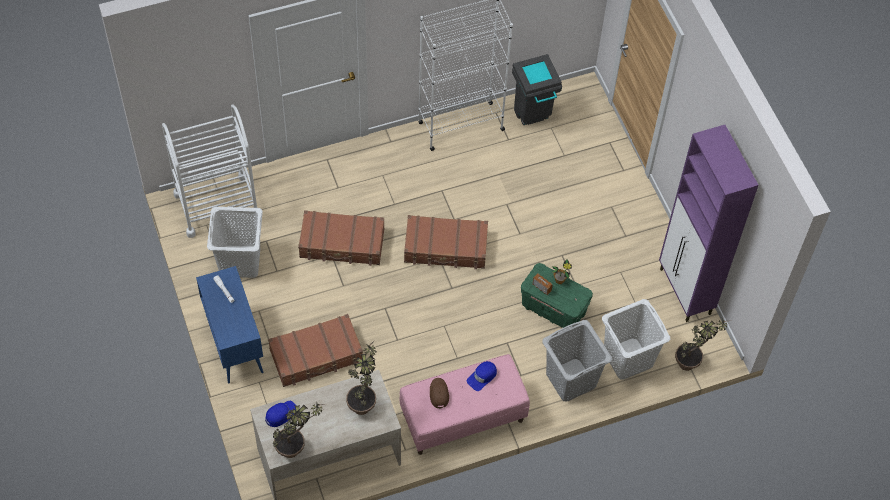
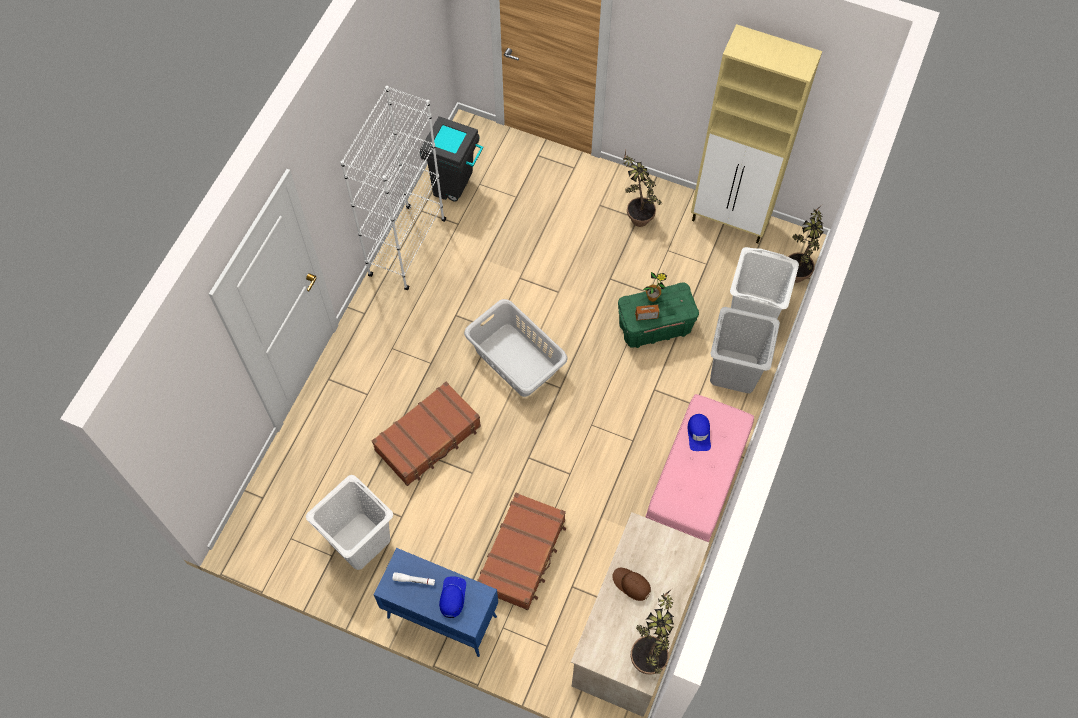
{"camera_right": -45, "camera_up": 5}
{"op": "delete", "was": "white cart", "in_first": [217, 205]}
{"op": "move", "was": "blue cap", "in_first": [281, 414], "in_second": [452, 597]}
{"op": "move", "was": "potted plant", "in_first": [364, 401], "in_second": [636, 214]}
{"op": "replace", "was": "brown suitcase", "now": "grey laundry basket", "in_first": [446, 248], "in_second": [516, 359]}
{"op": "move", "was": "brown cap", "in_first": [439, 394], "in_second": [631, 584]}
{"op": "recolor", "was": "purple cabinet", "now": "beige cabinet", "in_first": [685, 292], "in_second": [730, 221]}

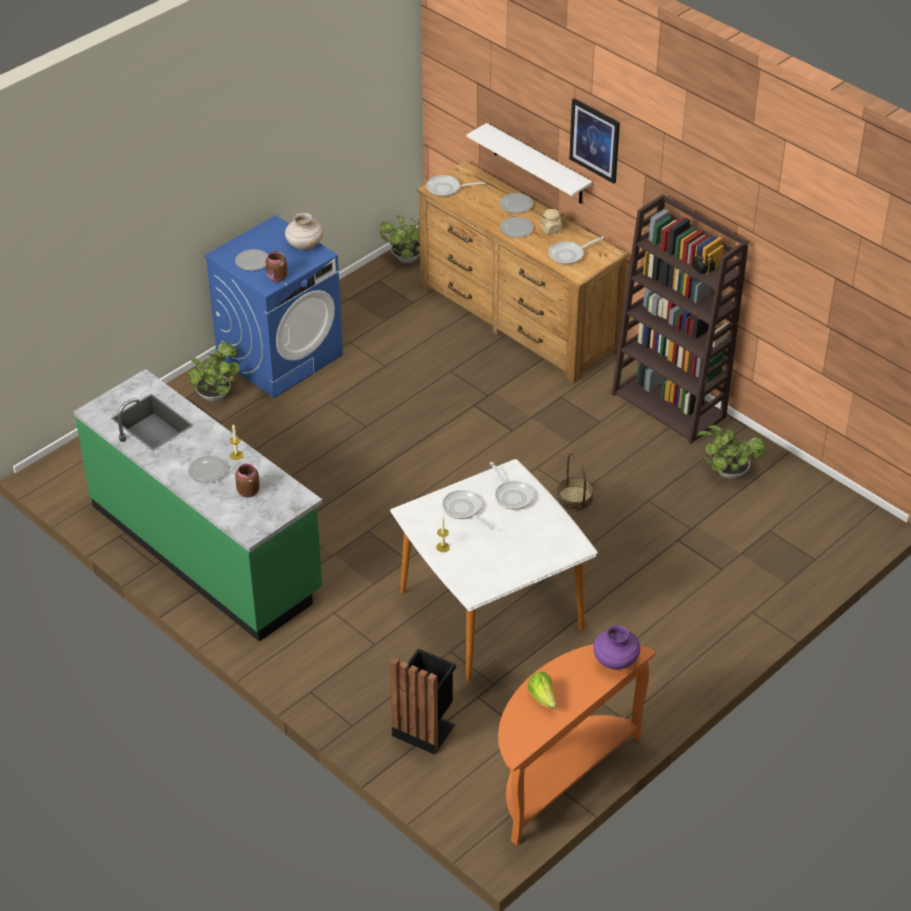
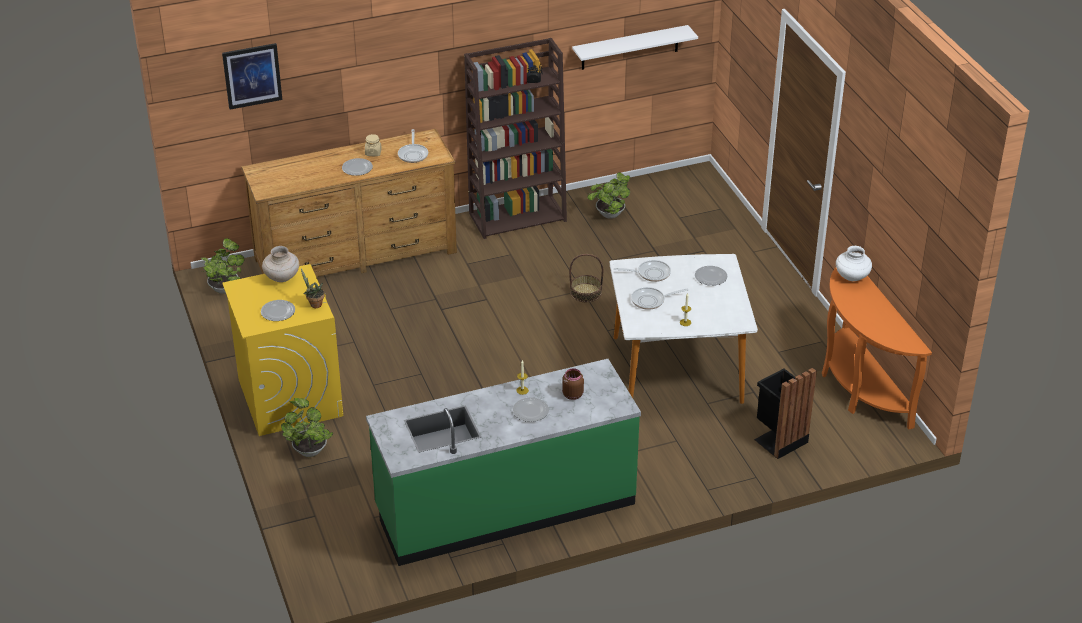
{"camera_right": -65, "camera_up": -5}
{"op": "recolor", "was": "blue washing machine", "now": "yellow washing machine", "in_first": [280, 356], "in_second": [289, 397]}
{"op": "replace", "was": "brown jar", "now": "potted plant", "in_first": [277, 278], "in_second": [314, 304]}
{"op": "delete", "was": "frying pan", "in_first": [446, 189]}
{"op": "move", "was": "white shelf", "in_first": [538, 165], "in_second": [630, 47]}
{"op": "move", "was": "plate", "in_first": [516, 204], "in_second": [710, 277]}
{"op": "delete", "was": "lettuce", "in_first": [543, 698]}
{"op": "move", "was": "picture", "in_first": [595, 140], "in_second": [252, 75]}
{"op": "recolor", "was": "purple vase", "now": "white vase", "in_first": [615, 661], "in_second": [852, 277]}

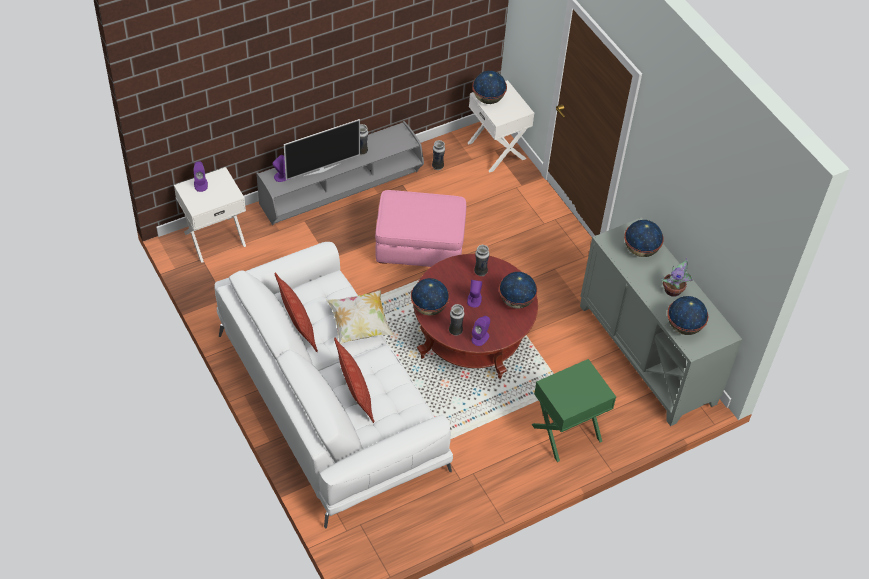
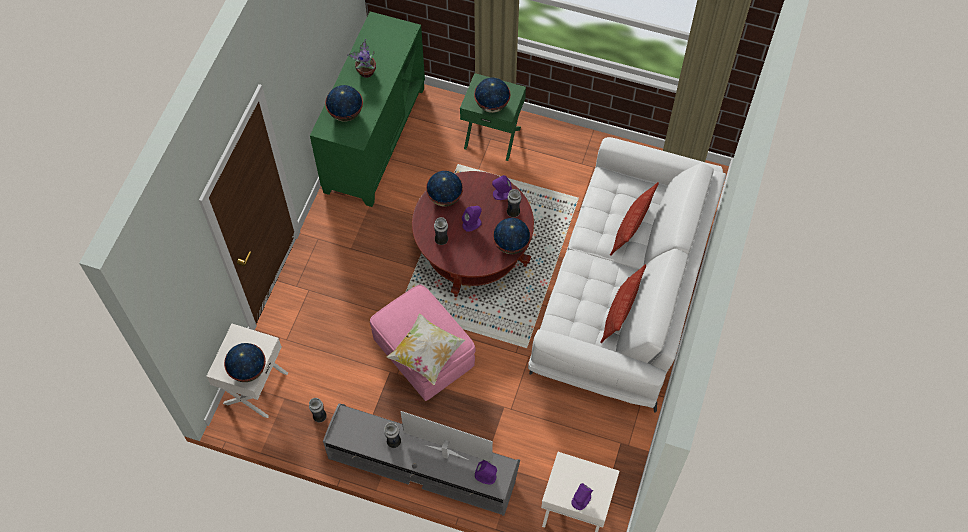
{"camera_right": -130, "camera_up": 10}
{"op": "move", "was": "pillow", "in_first": [359, 325], "in_second": [426, 354]}
{"op": "recolor", "was": "grey cabinet", "now": "green cabinet", "in_first": [647, 354], "in_second": [374, 139]}
{"op": "move", "was": "globe", "in_first": [684, 327], "in_second": [491, 105]}

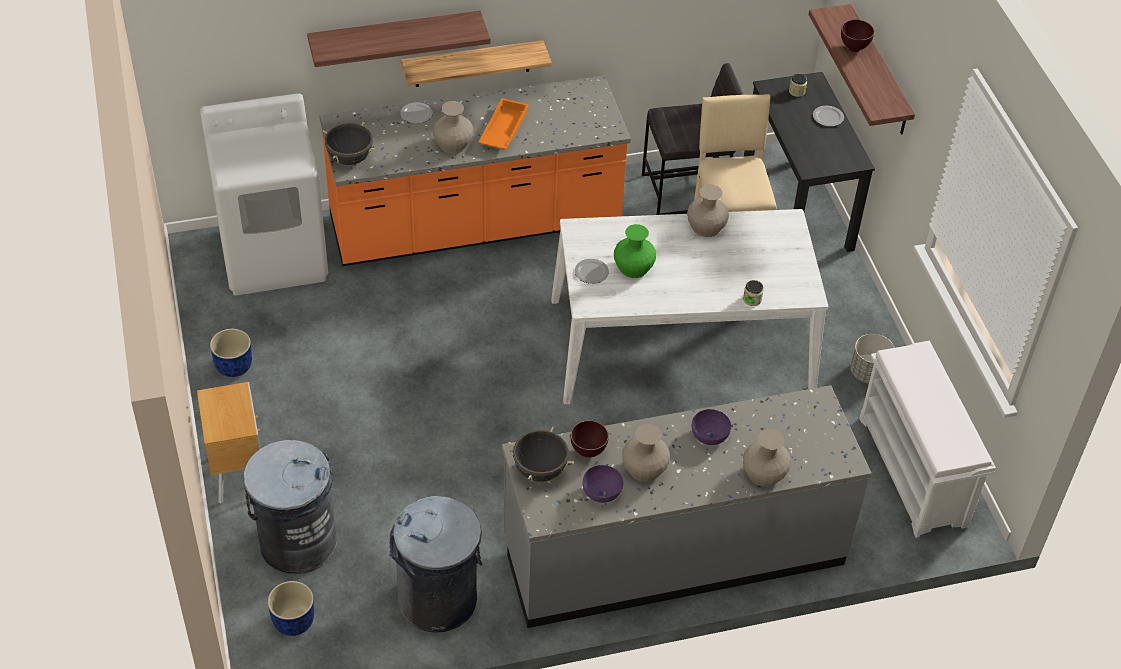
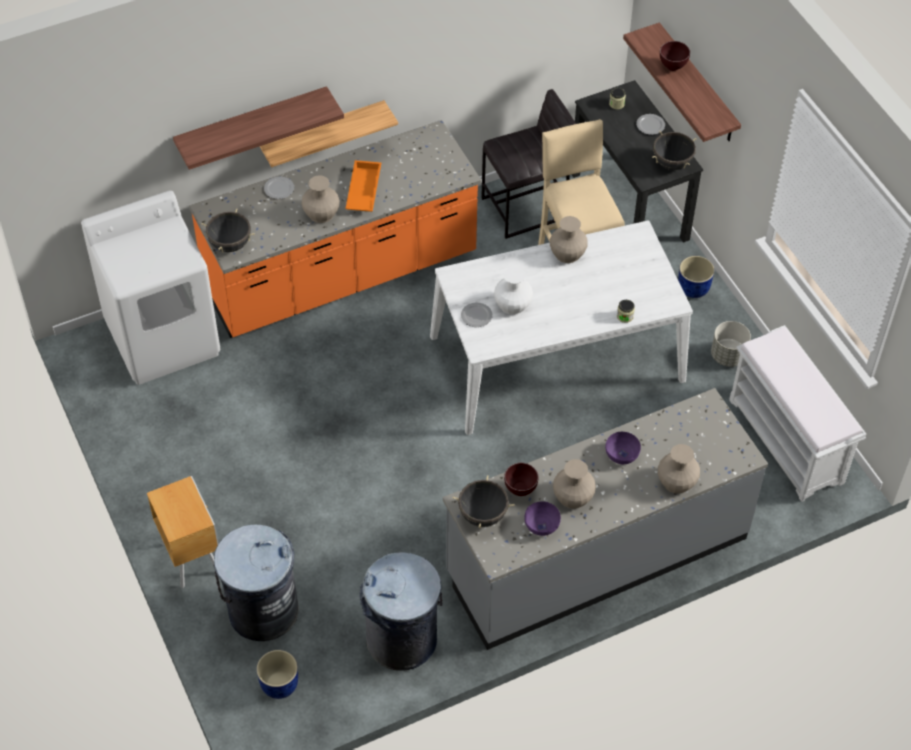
{"camera_right": -10, "camera_up": 5}
{"op": "move", "was": "blue planter", "in_first": [233, 366], "in_second": [693, 288]}
{"op": "recolor", "was": "green vase", "now": "white vase", "in_first": [633, 267], "in_second": [512, 304]}
{"op": "insert", "now": "black cooking pot", "in_second": [672, 163]}

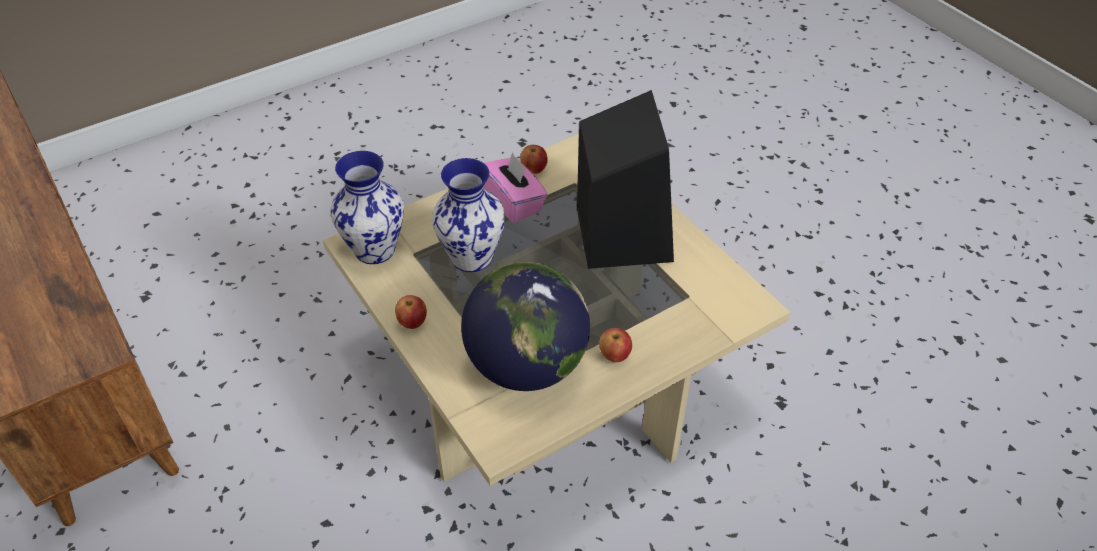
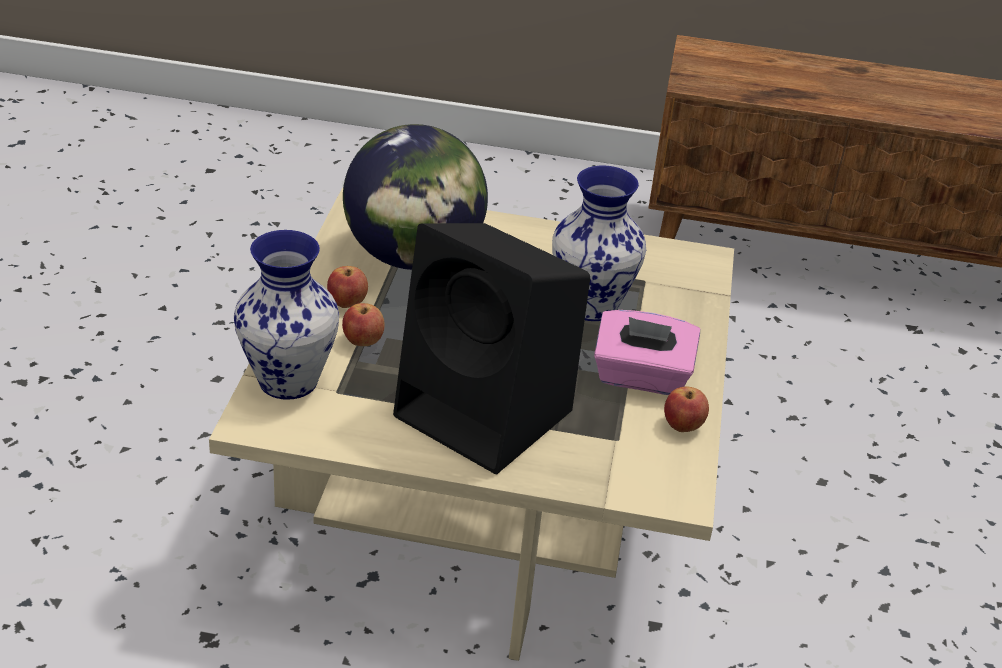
{"camera_right": 130, "camera_up": -10}
{"op": "move", "was": "vase", "in_first": [375, 249], "in_second": [288, 382]}
{"op": "move", "was": "apple", "in_first": [412, 322], "in_second": [363, 341]}

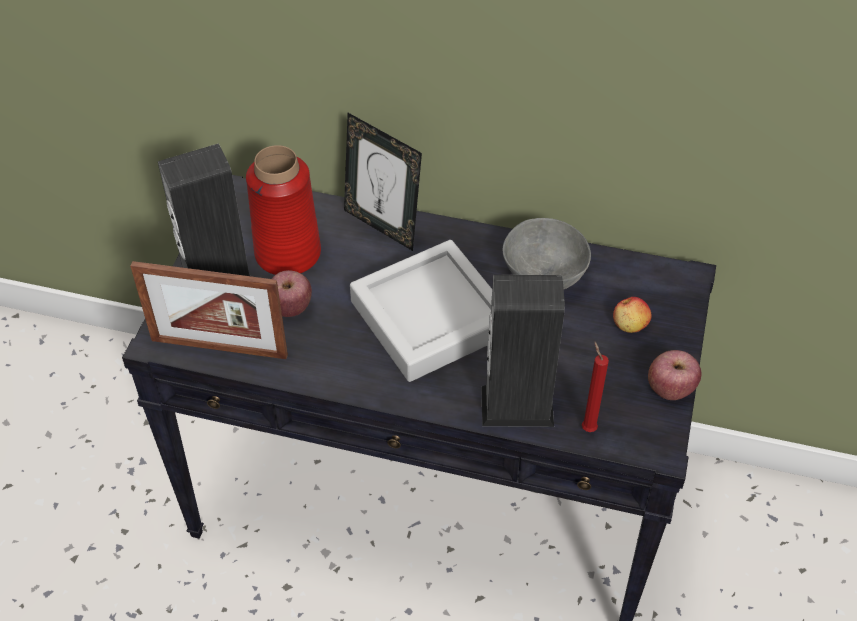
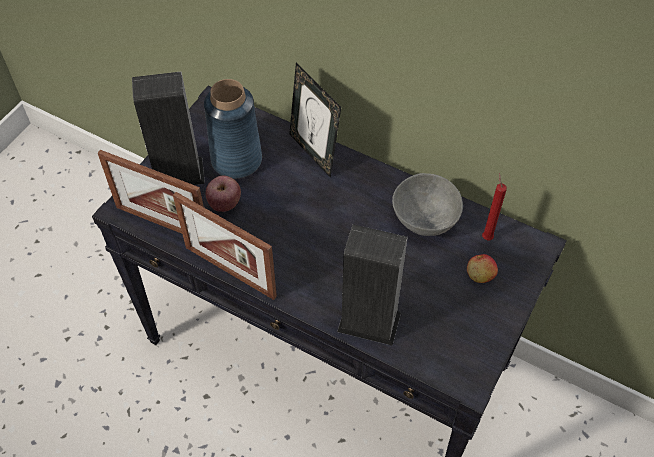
{"camera_right": 15, "camera_up": 5}
{"op": "recolor", "was": "red vase", "now": "blue vase", "in_first": [288, 253], "in_second": [237, 160]}
{"op": "delete", "was": "grey tray", "in_first": [430, 317]}
{"op": "move", "was": "red candle", "in_first": [587, 427], "in_second": [486, 236]}
{"op": "delete", "was": "apple", "in_first": [670, 388]}
{"op": "insert", "now": "picture frame", "in_second": [230, 271]}

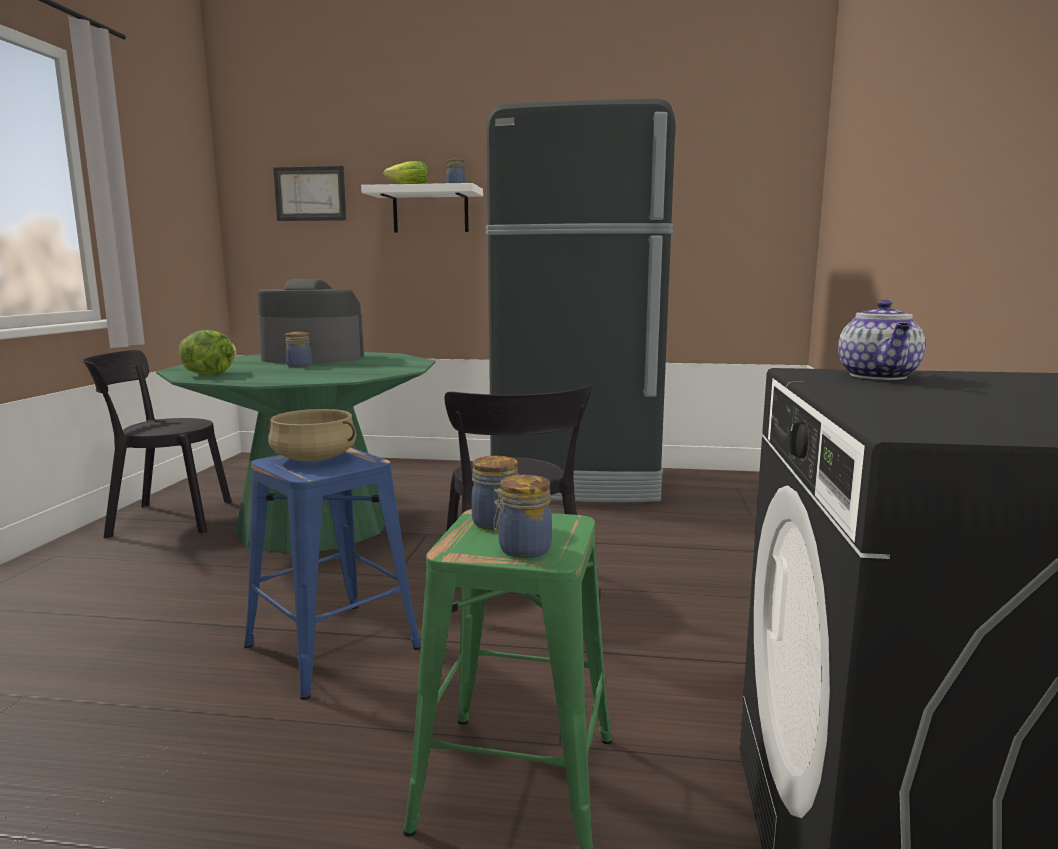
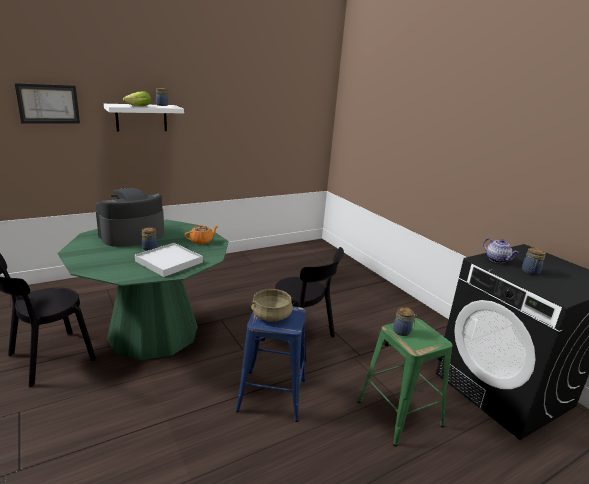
{"camera_right": -40, "camera_up": 10}
{"op": "delete", "was": "lettuce", "in_first": [209, 374]}
{"op": "delete", "was": "black fridge", "in_first": [579, 482]}
{"op": "move", "was": "jar", "in_first": [522, 550], "in_second": [530, 272]}
{"op": "insert", "now": "white tray", "in_second": [169, 261]}
{"op": "insert", "now": "orange teapot", "in_second": [201, 241]}

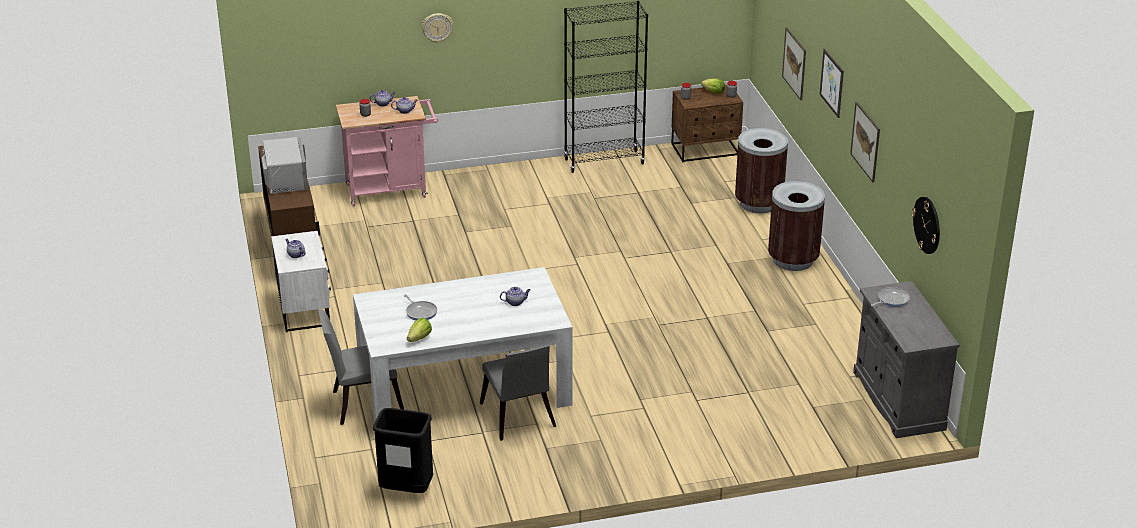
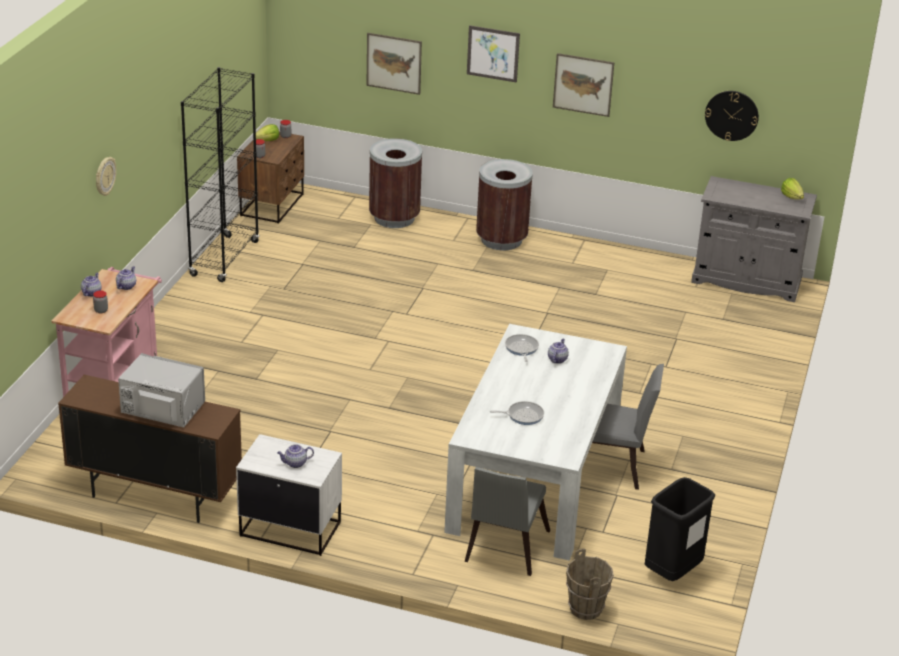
{"camera_right": -60, "camera_up": 0}
{"op": "move", "was": "lettuce", "in_first": [419, 338], "in_second": [791, 197]}
{"op": "move", "was": "frying pan", "in_first": [891, 300], "in_second": [521, 348]}
{"op": "insert", "now": "brown bucket", "in_second": [586, 609]}

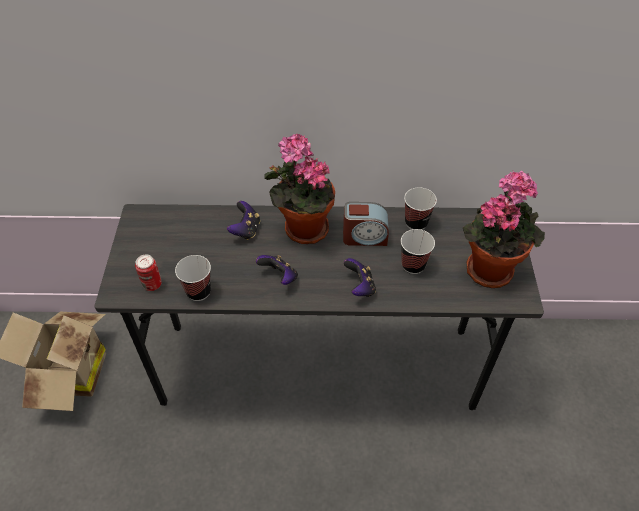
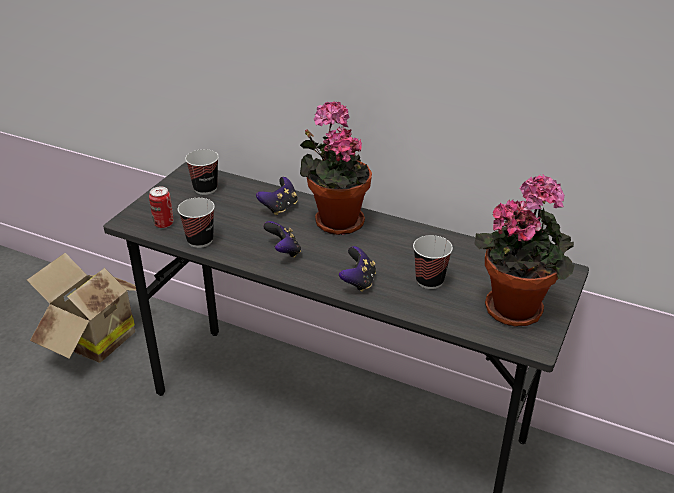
{"camera_right": 25, "camera_up": -15}
{"op": "delete", "was": "alarm clock", "in_first": [364, 236]}
{"op": "move", "was": "cup", "in_first": [416, 222], "in_second": [205, 188]}

